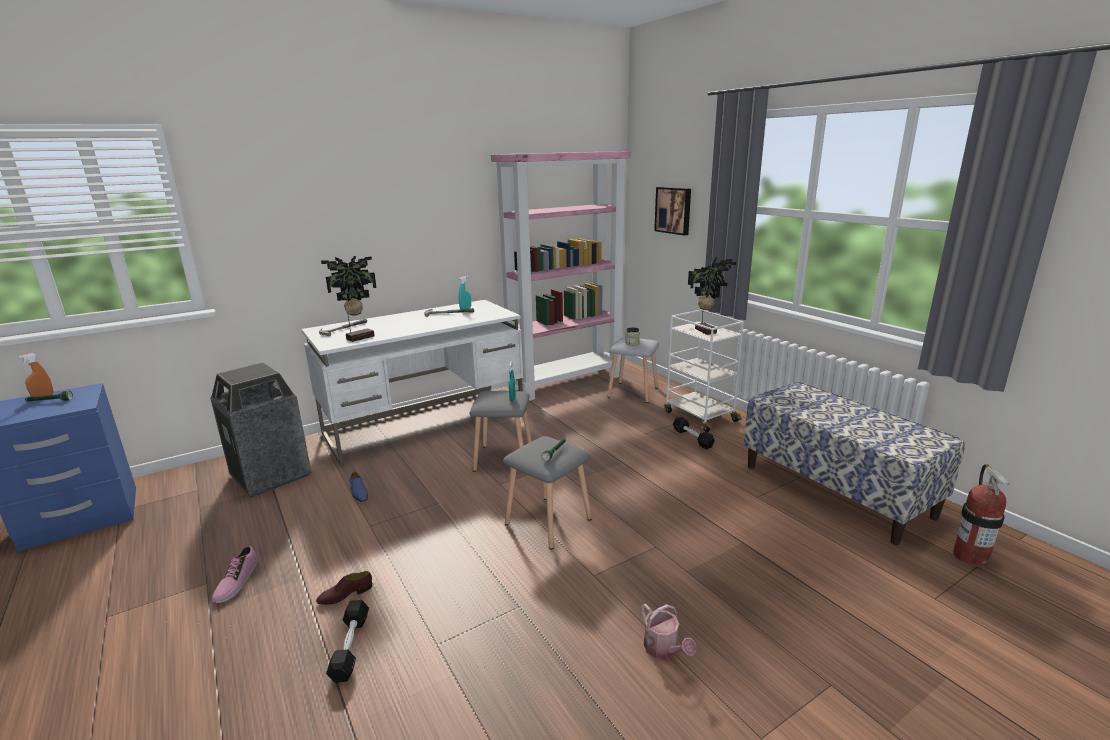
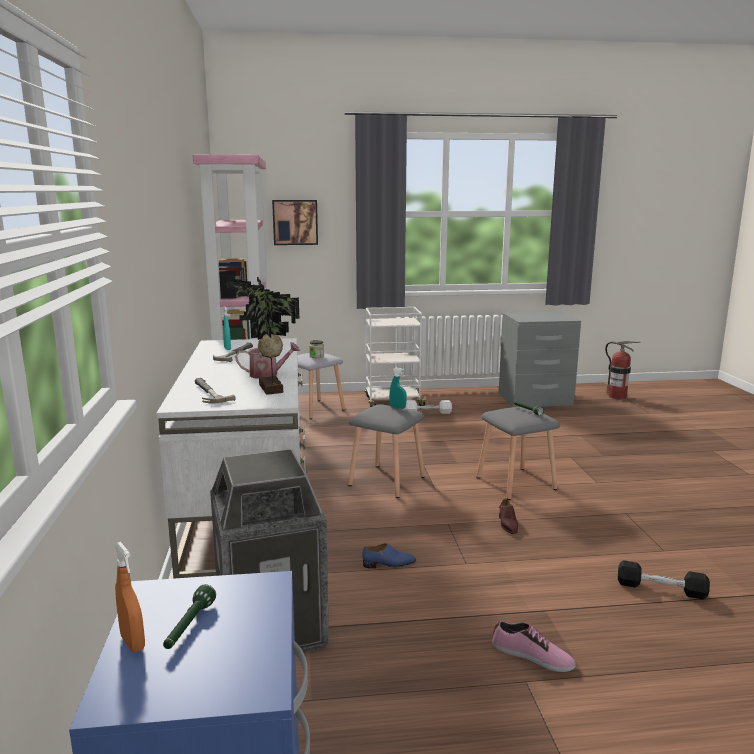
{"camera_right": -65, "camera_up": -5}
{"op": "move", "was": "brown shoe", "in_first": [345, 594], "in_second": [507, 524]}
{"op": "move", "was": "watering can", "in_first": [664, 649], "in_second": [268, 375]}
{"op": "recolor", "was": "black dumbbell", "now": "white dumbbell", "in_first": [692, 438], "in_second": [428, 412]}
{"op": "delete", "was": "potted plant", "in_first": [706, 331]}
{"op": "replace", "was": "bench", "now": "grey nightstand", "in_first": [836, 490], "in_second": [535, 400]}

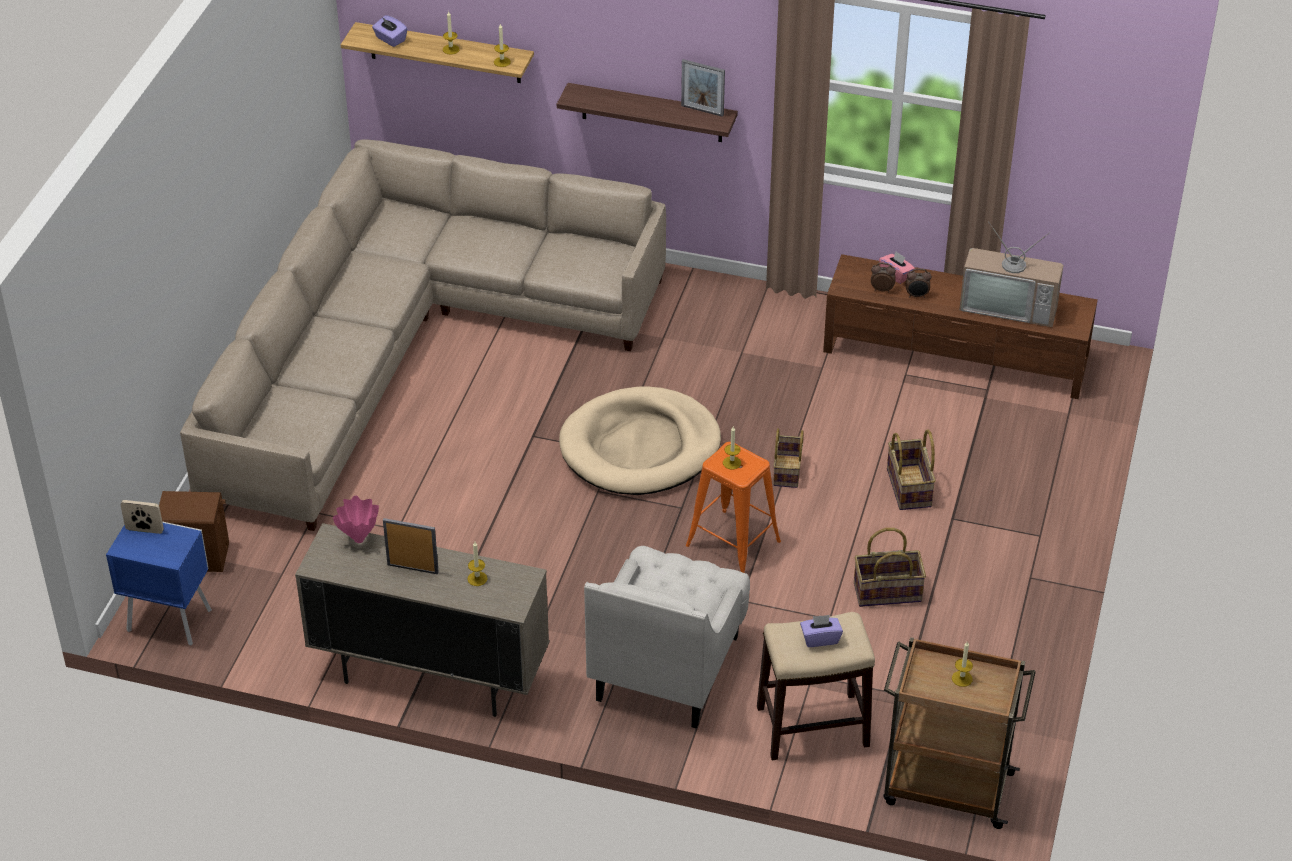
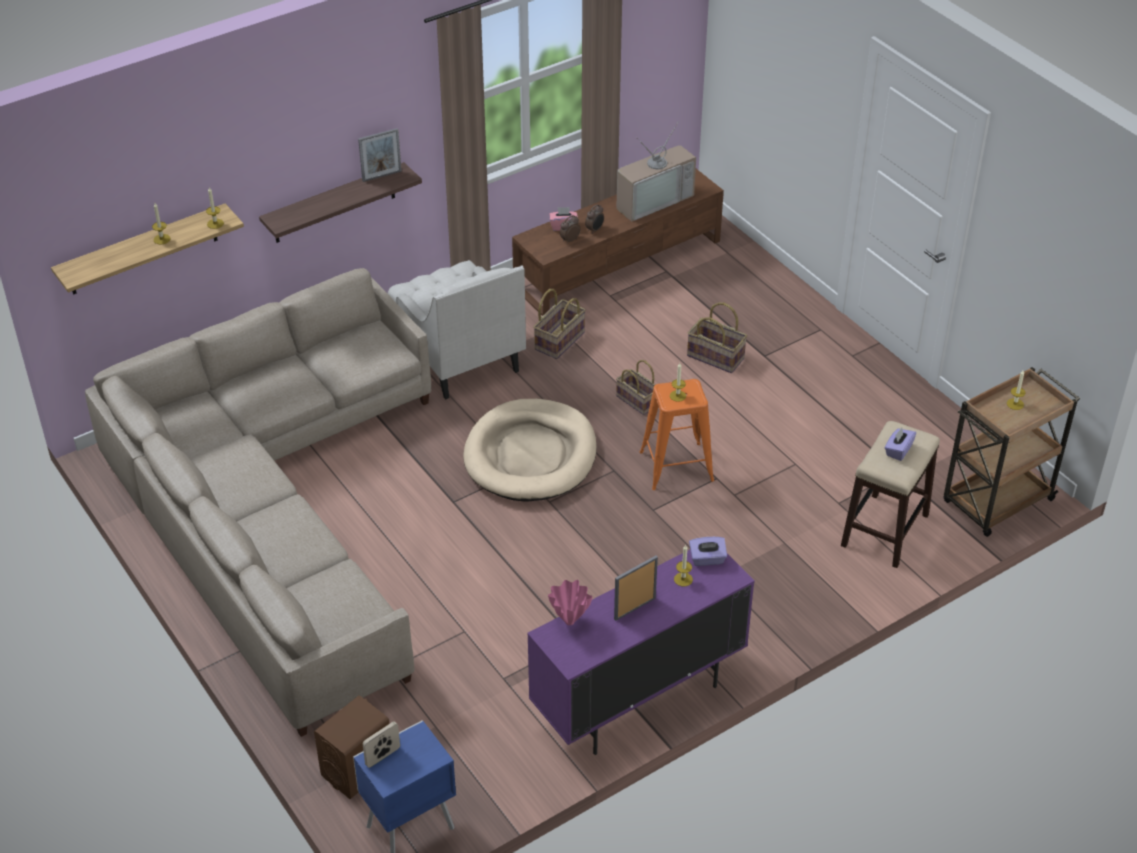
{"camera_right": -50, "camera_up": 0}
{"op": "recolor", "was": "beige cabinet", "now": "purple cabinet", "in_first": [429, 676], "in_second": [638, 701]}
{"op": "move", "was": "purple tissue box", "in_first": [390, 39], "in_second": [707, 559]}
{"op": "move", "was": "white armchair", "in_first": [668, 666], "in_second": [458, 355]}
{"op": "move", "was": "basket", "in_first": [887, 591], "in_second": [559, 340]}

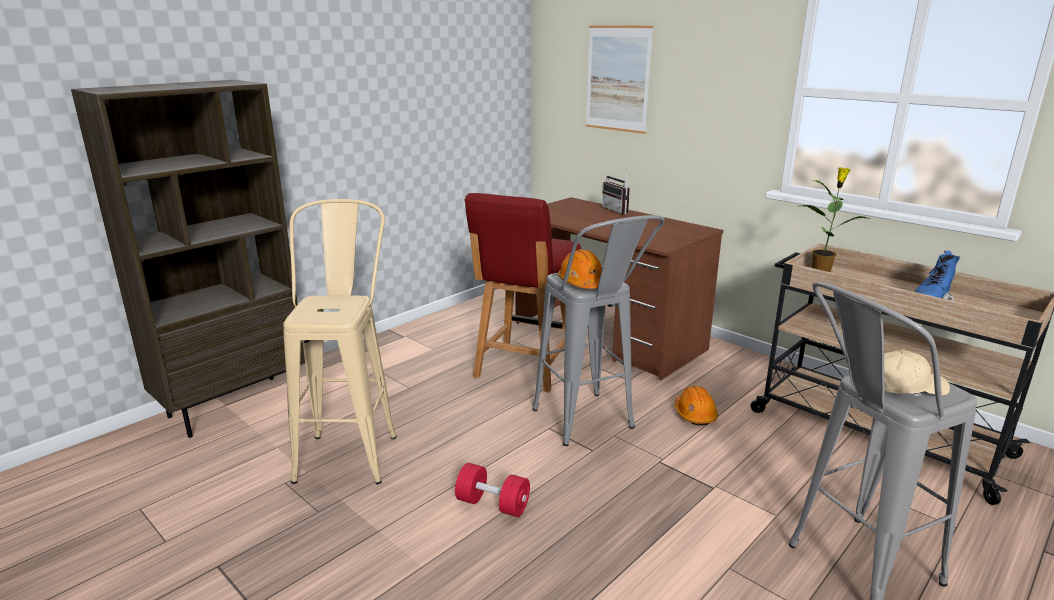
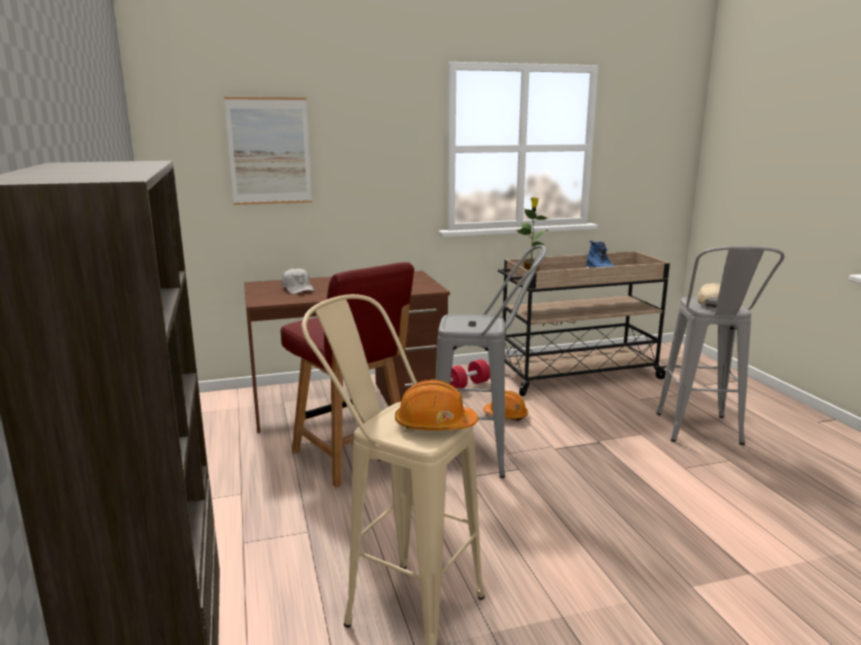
{"camera_right": -60, "camera_up": -5}
{"op": "move", "was": "red dumbbell", "in_first": [493, 504], "in_second": [467, 385]}
{"op": "move", "was": "orange hard hat", "in_first": [582, 283], "in_second": [434, 425]}
{"op": "delete", "was": "radio", "in_first": [618, 210]}
{"op": "insert", "now": "white cap", "in_second": [298, 289]}

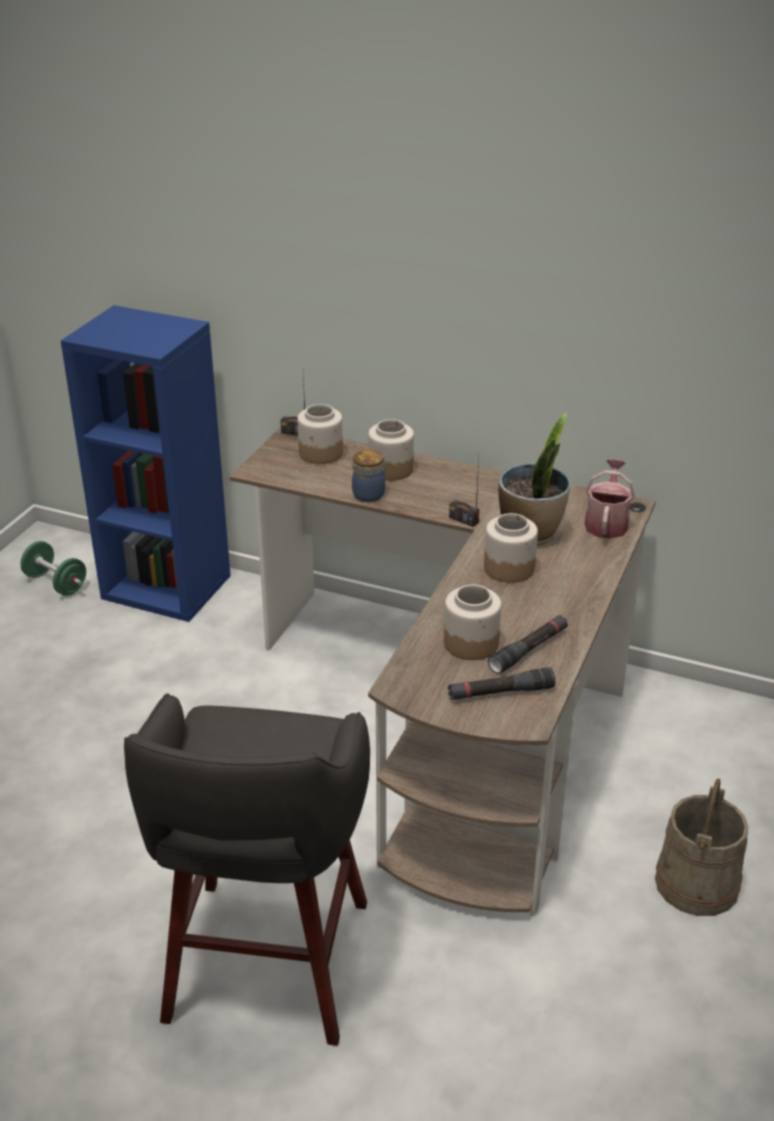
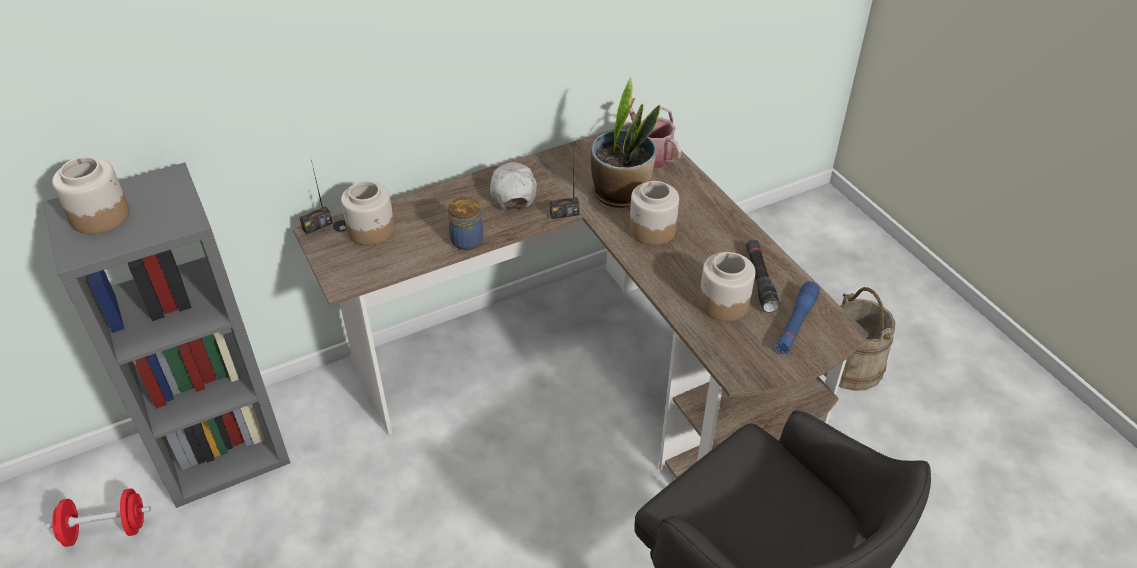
{"camera_right": -50, "camera_up": 10}
{"op": "recolor", "was": "green dumbbell", "now": "red dumbbell", "in_first": [56, 583], "in_second": [106, 529]}
{"op": "recolor", "was": "blue bookcase", "now": "grey bookcase", "in_first": [168, 587], "in_second": [224, 448]}
{"op": "move", "was": "jar", "in_first": [391, 469], "in_second": [100, 216]}
{"op": "recolor", "was": "black flashlight", "now": "blue flashlight", "in_first": [500, 693], "in_second": [795, 324]}
{"op": "insert", "now": "white cap", "in_second": [512, 191]}

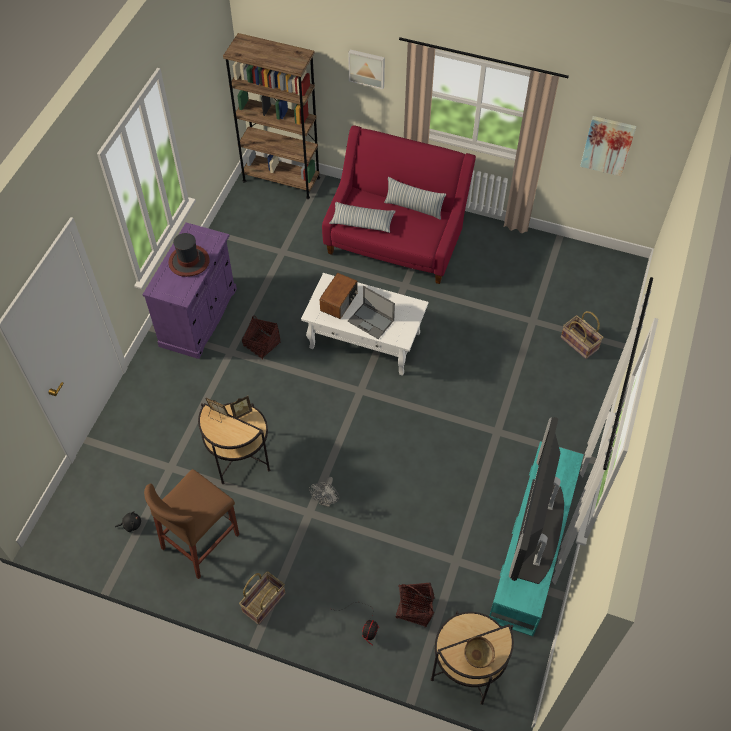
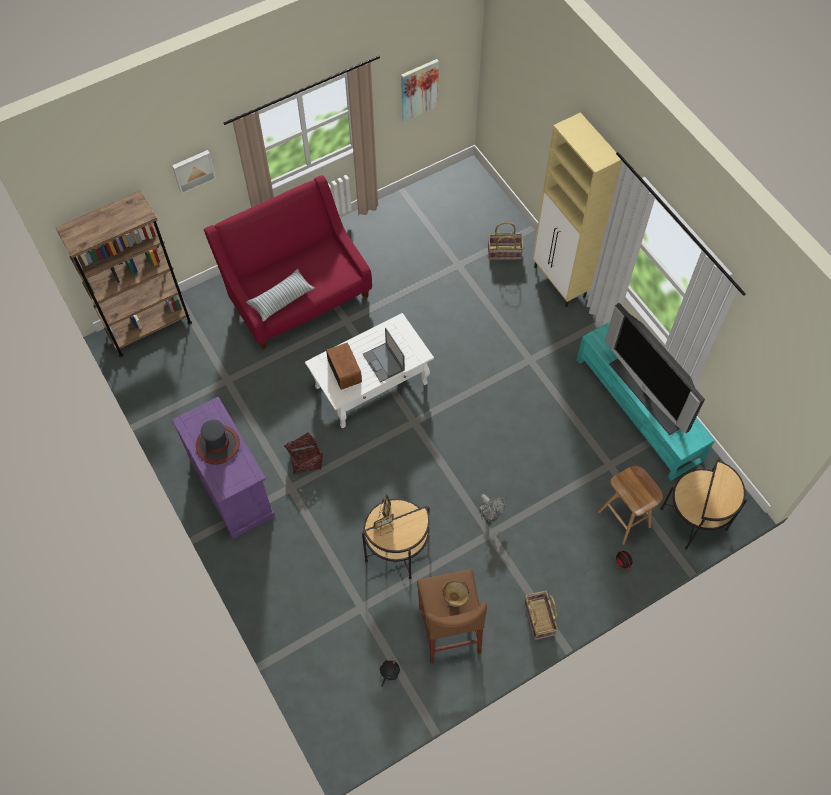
{"camera_right": -50, "camera_up": 5}
{"op": "rotate", "was": "laptop", "in_first": [371, 321], "in_second": [384, 362], "clockwise": 75}
{"op": "delete", "was": "pillow", "in_first": [413, 208]}
{"op": "replace", "was": "basket", "now": "brown stool", "in_first": [415, 608], "in_second": [625, 519]}
{"op": "move", "was": "brown bowl", "in_first": [477, 659], "in_second": [456, 599]}
{"op": "insert", "now": "beige cabinet", "in_second": [560, 282]}

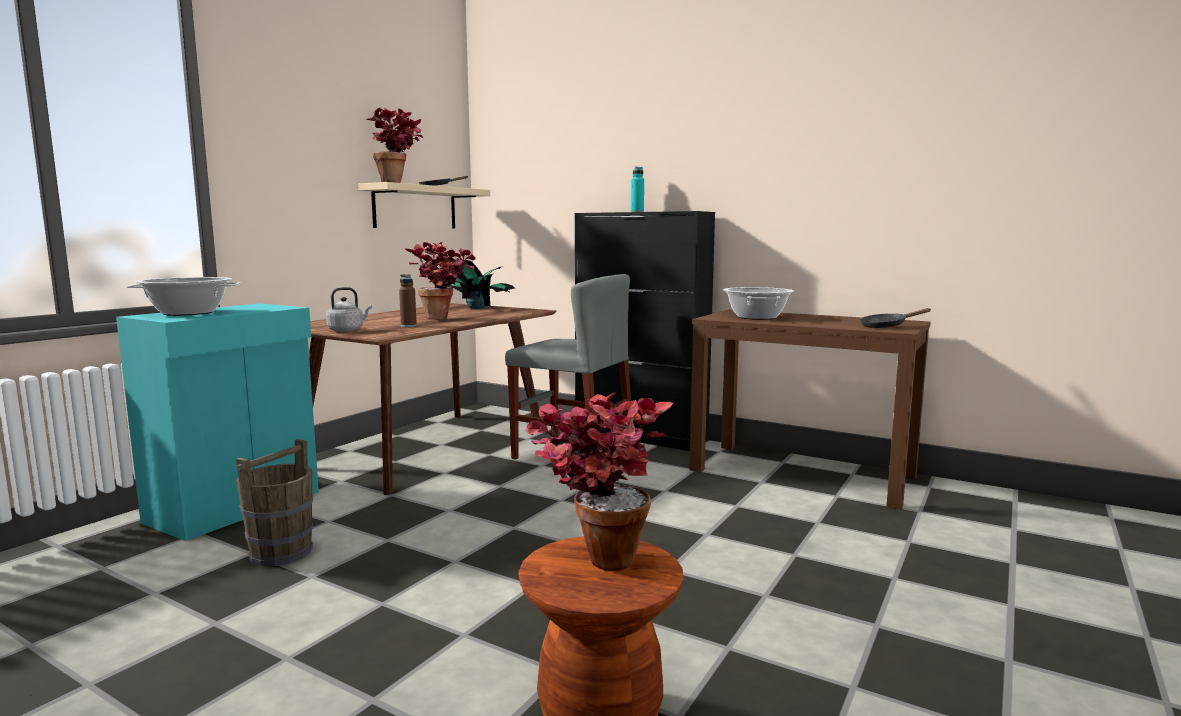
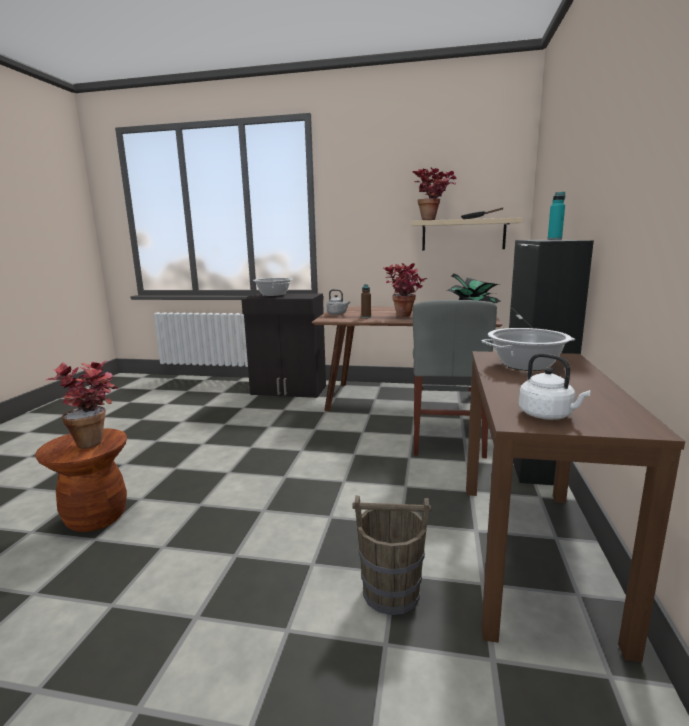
{"camera_right": 70, "camera_up": 5}
{"op": "recolor", "was": "turquoise cabinet", "now": "black cabinet", "in_first": [237, 506], "in_second": [289, 390]}
{"op": "move", "was": "brown bucket", "in_first": [282, 552], "in_second": [391, 593]}
{"op": "replace", "was": "black frying pan", "now": "white kettle", "in_first": [887, 326], "in_second": [548, 415]}

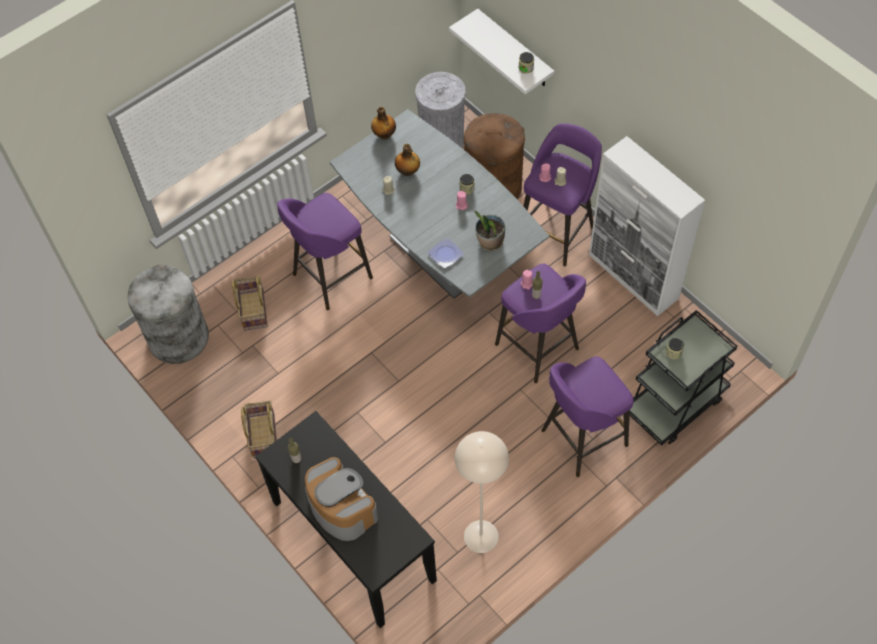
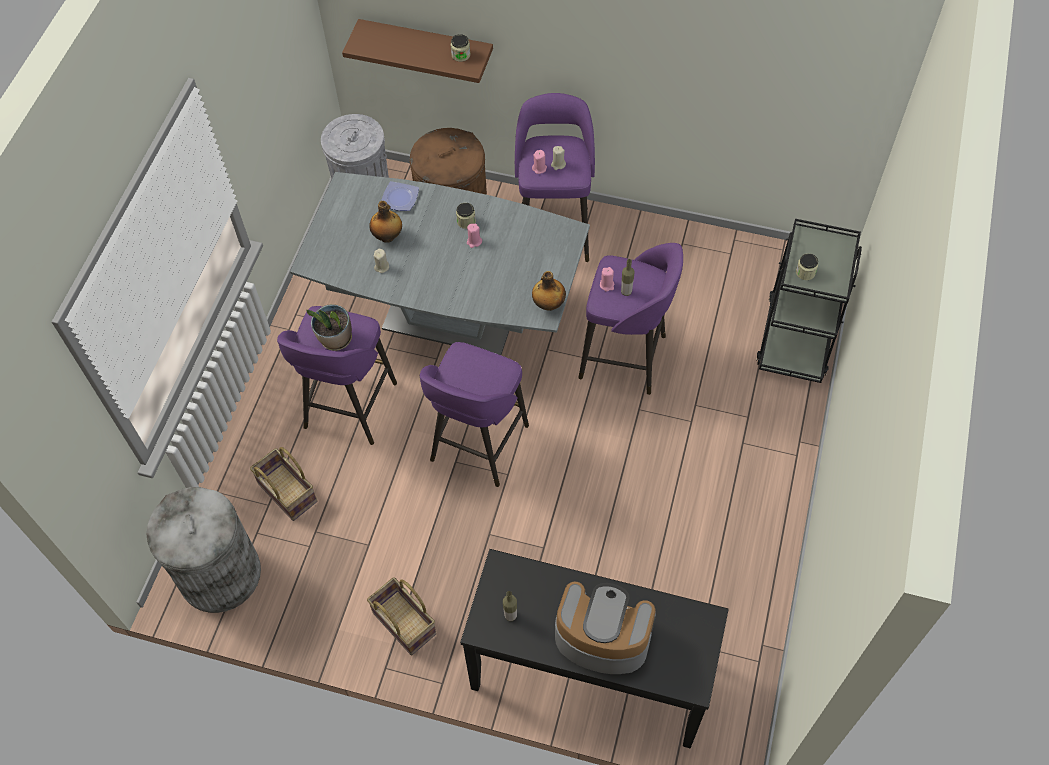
{"camera_right": -35, "camera_up": 0}
{"op": "move", "was": "bottle", "in_first": [384, 134], "in_second": [548, 304]}
{"op": "move", "was": "plate", "in_first": [445, 254], "in_second": [399, 199]}
{"op": "recolor", "was": "white shelf", "now": "brown shelf", "in_first": [515, 50], "in_second": [426, 46]}
{"op": "delete", "was": "beige floor lamp", "in_first": [481, 536]}
{"op": "move", "was": "potted plant", "in_first": [490, 242], "in_second": [335, 339]}
{"op": "move", "was": "purple stool", "in_first": [582, 439], "in_second": [478, 445]}
{"op": "delete", "was": "white cabinet", "in_first": [633, 277]}

